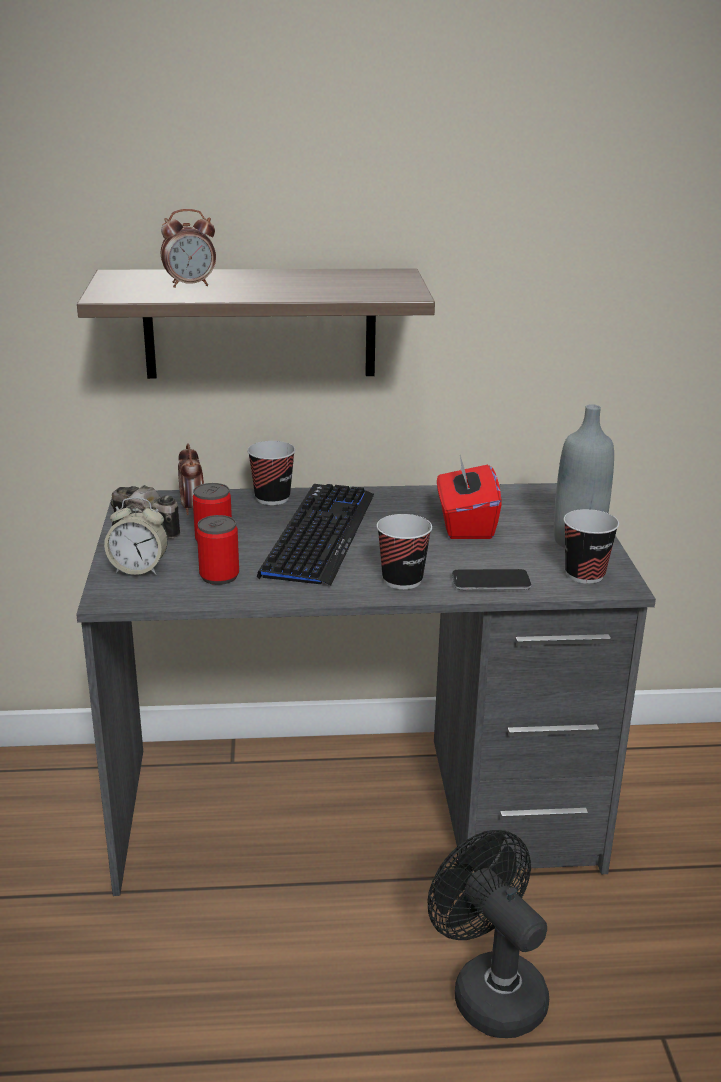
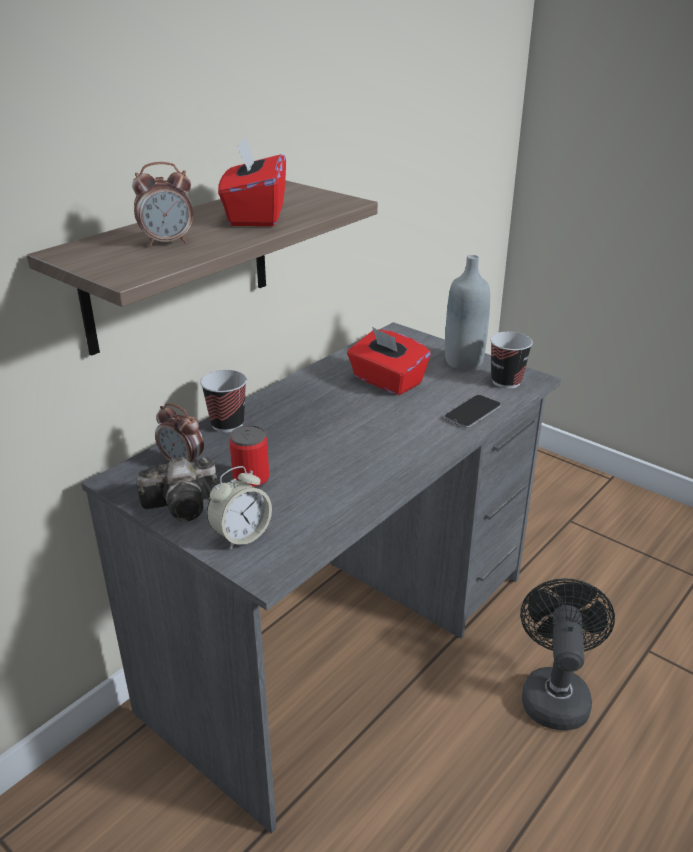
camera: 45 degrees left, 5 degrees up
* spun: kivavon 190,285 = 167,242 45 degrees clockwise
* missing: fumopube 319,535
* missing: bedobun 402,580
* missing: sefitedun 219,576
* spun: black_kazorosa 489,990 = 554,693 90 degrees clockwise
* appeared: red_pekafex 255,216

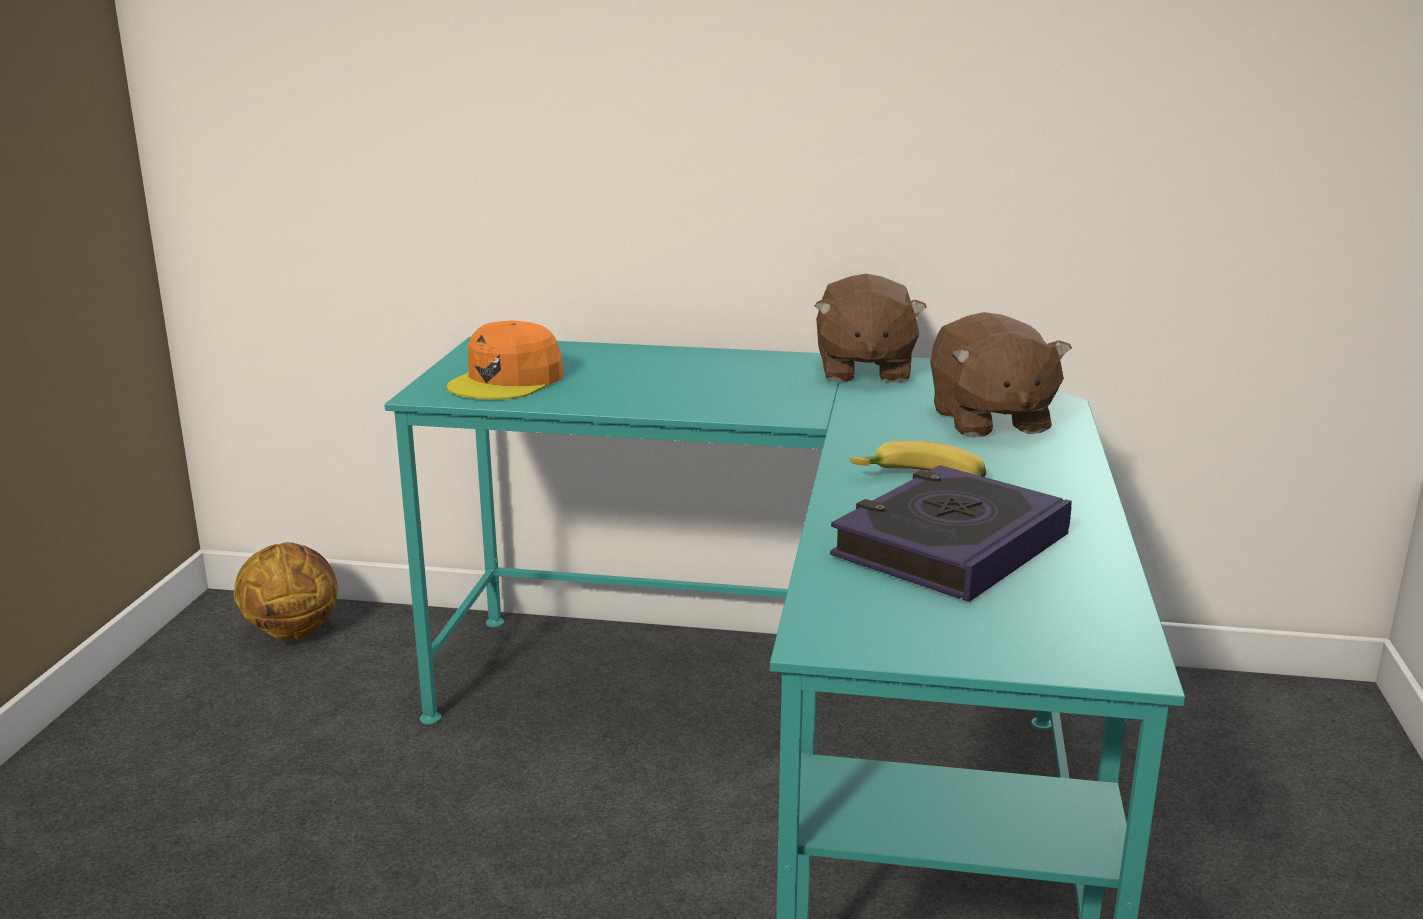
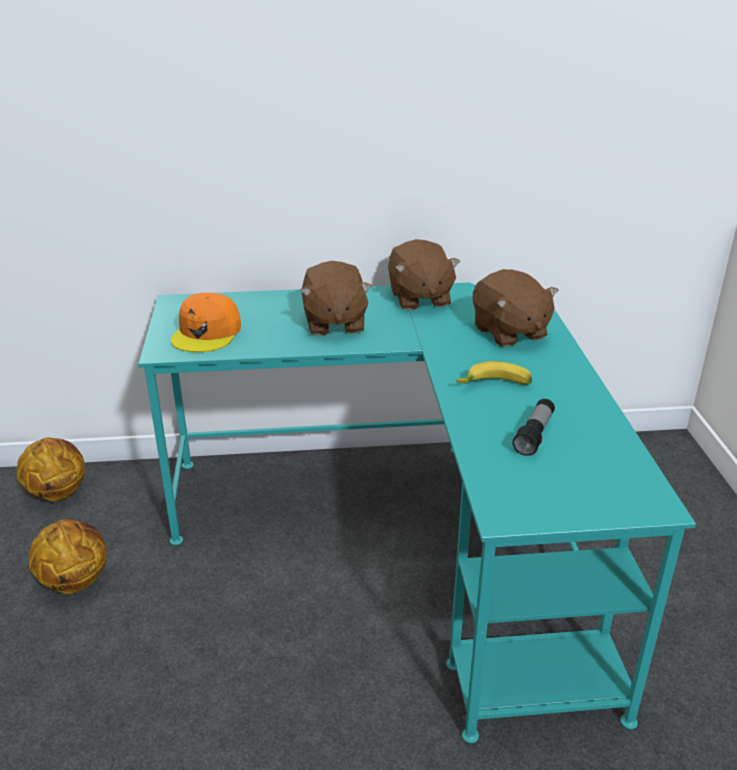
camera: 15 degrees left, 10 degrees up
* exchanged: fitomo 950,546 to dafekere 534,435
* appeared: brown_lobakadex 334,323
* appeared: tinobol 75,581

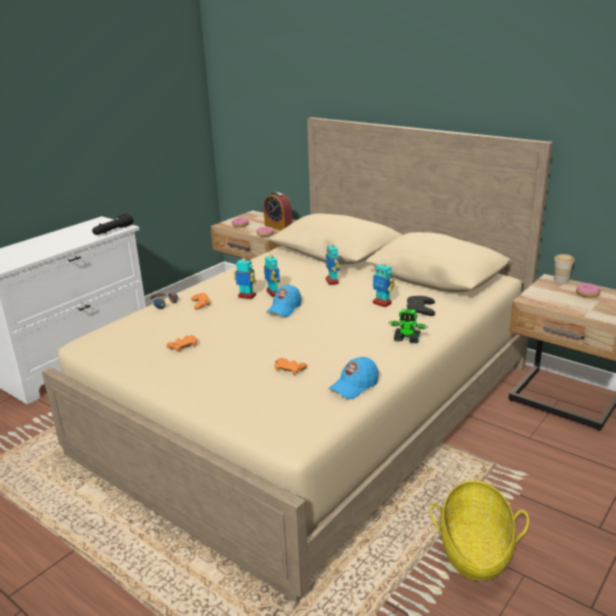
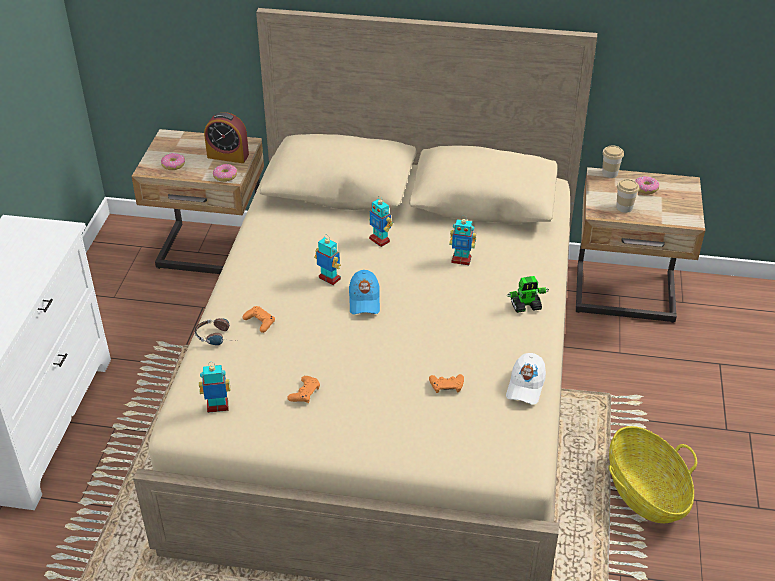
camera: 30 degrees left, 15 degrees up
* missing: black_dafekere 113,231
* relocated: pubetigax 246,296 to 217,407
* missing: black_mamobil 418,308
* colour: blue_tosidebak 354,386 to white_tosidebak 525,386
* appeared: bedobun 624,207

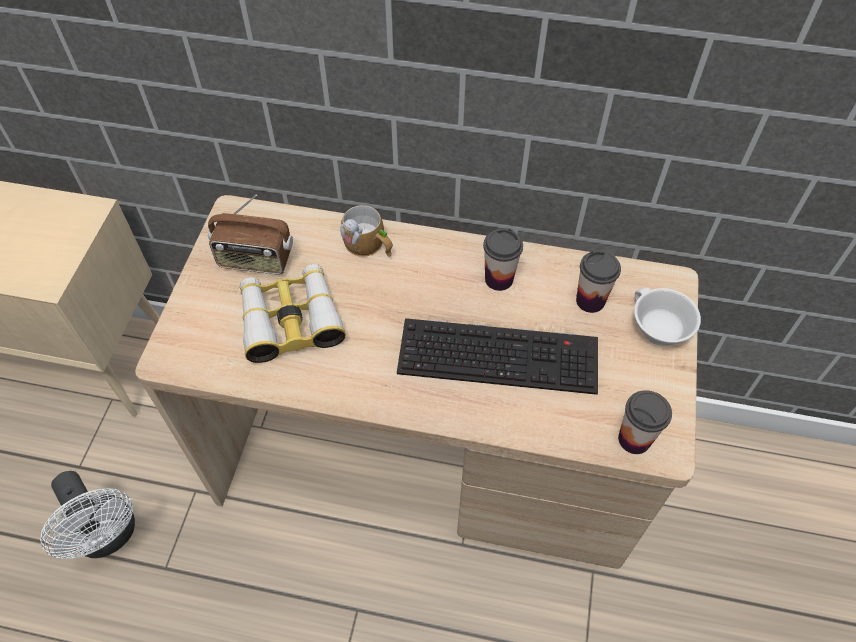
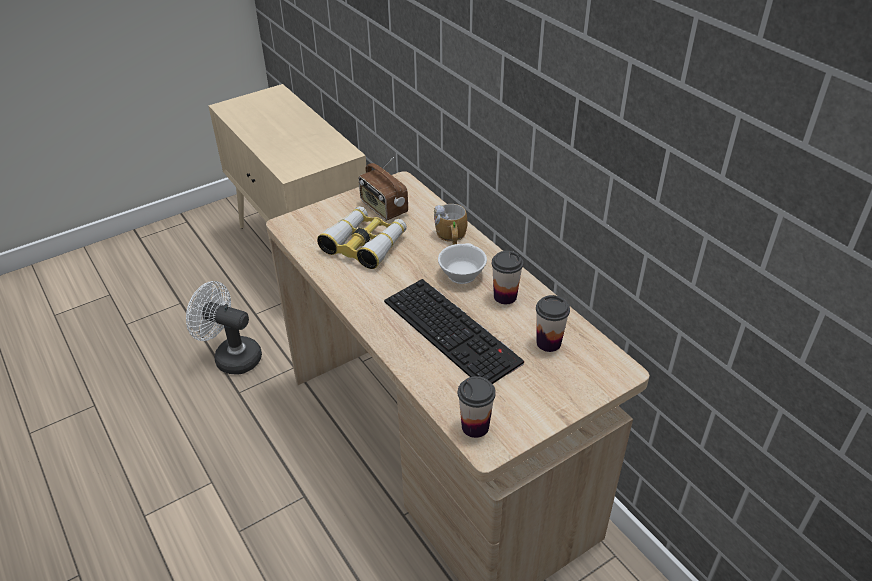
camera: 45 degrees right, 15 degrees down
* relocated: white_bedobun 657,329 to 460,273
* spun: white_kazorosa 109,536 = 231,357 105 degrees clockwise

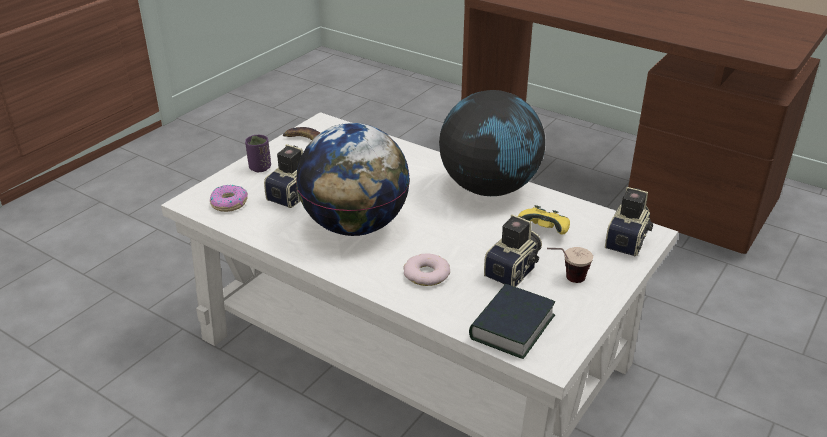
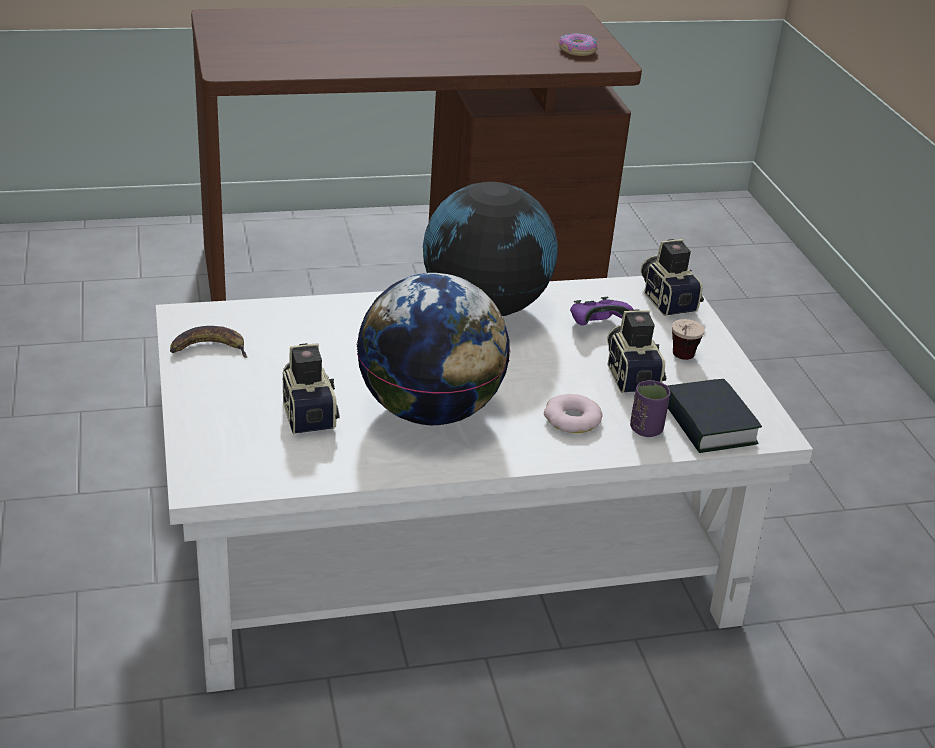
camera: 50 degrees left, 0 degrees up
* relocated: purple_bedobun 260,168 to 646,429
* relocated: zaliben 229,203 to 577,50
* colour: yellow_mamobil 545,231 to purple_mamobil 597,325

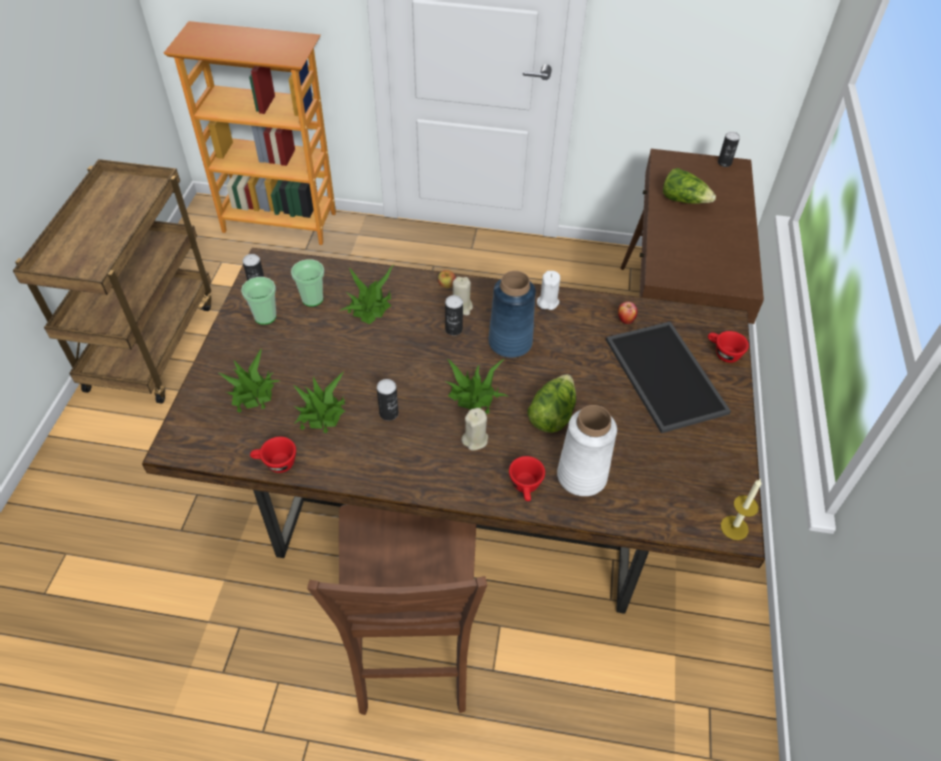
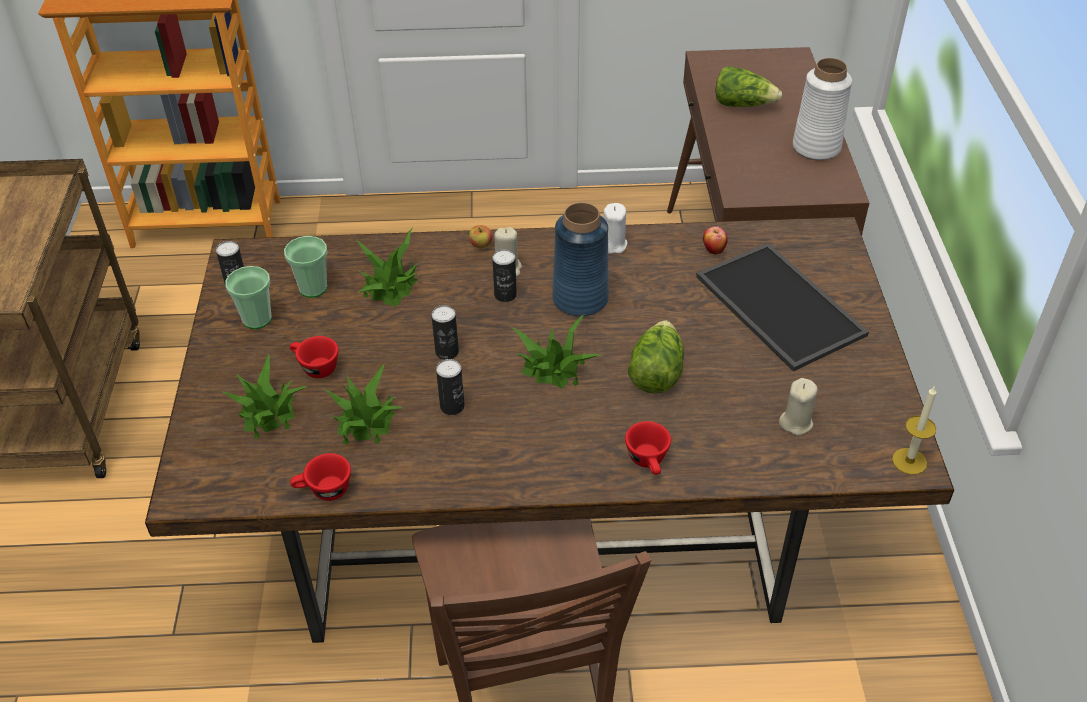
camera: 10 degrees left, 5 degrees down
* relocated: sefitedun 724,163 to 447,352
* relocated: red_bedobun 723,353 to 315,367
* relocated: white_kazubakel 581,476 to 816,147
* relocated: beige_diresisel 475,439 to 796,422

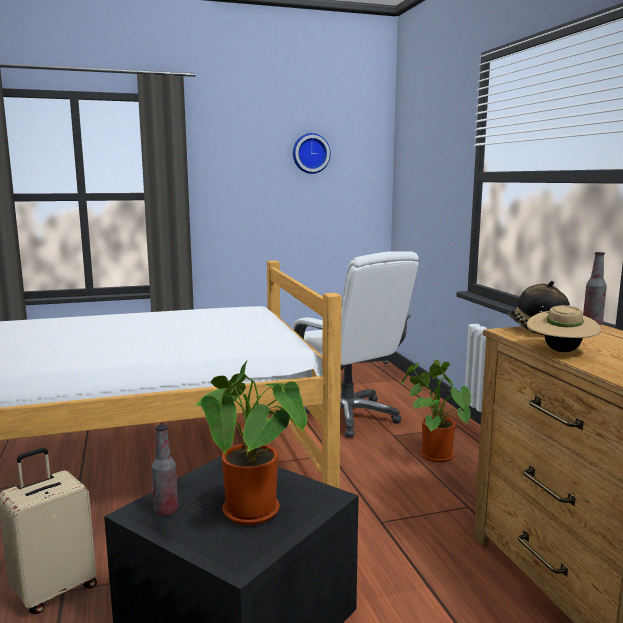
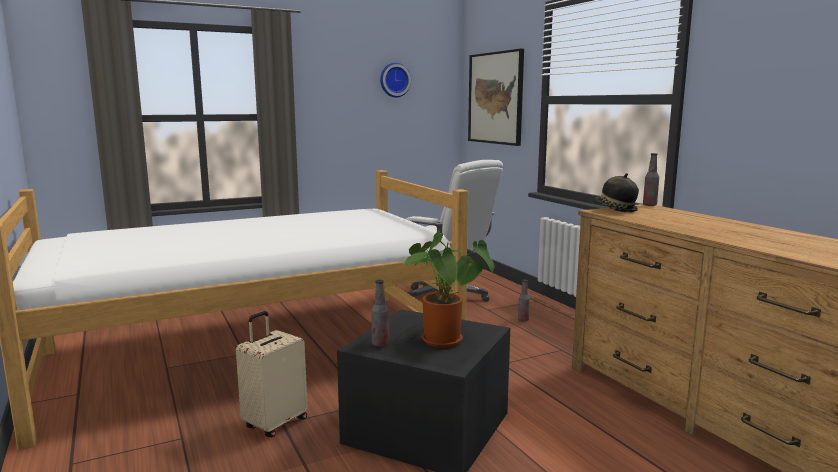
camera: 10 degrees left, 0 degrees up
* missing: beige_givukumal 560,351
* exchanged: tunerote 433,454 to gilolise 523,320
* appeared: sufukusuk 495,98

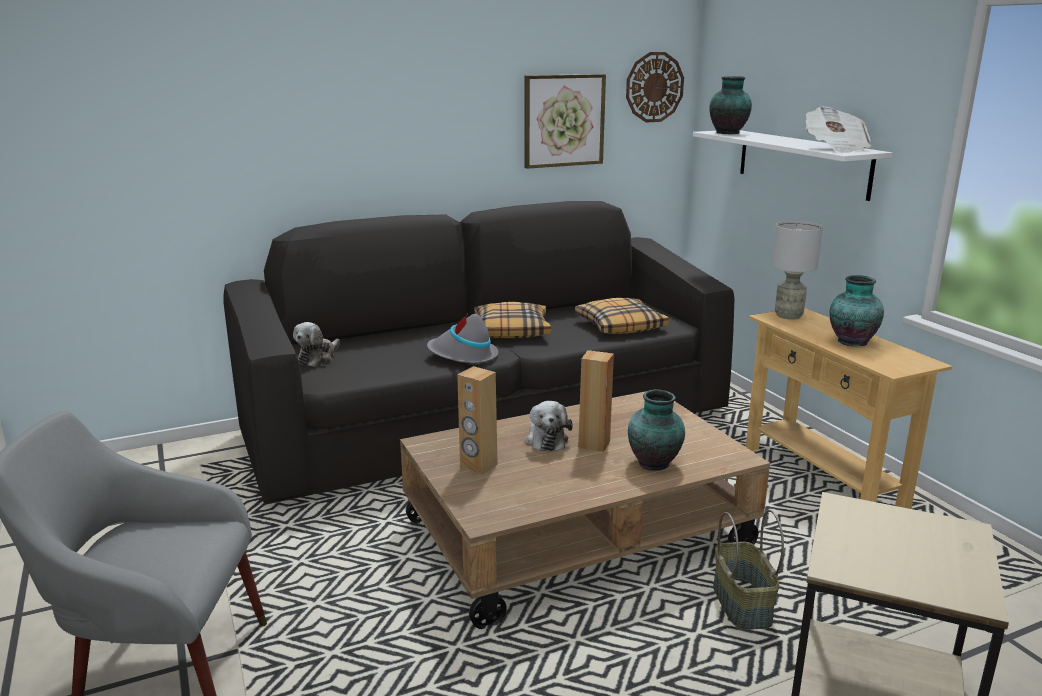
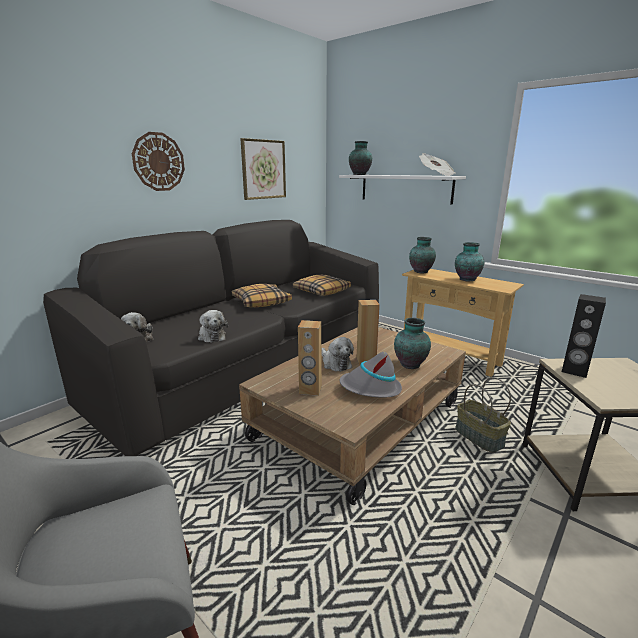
camera: 25 degrees left, 0 degrees up
* relocated: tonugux 654,87 to 158,162
* exchanged: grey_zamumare 789,316 to kazubakel 421,271
* relocated: grey_givukumal 463,355 to 370,388
* appeared: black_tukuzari 574,371
* appeared: lobakadex 211,336

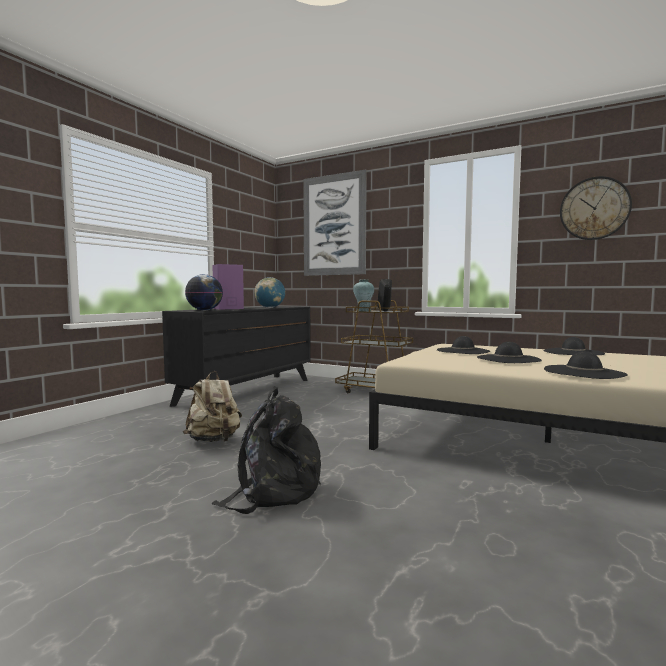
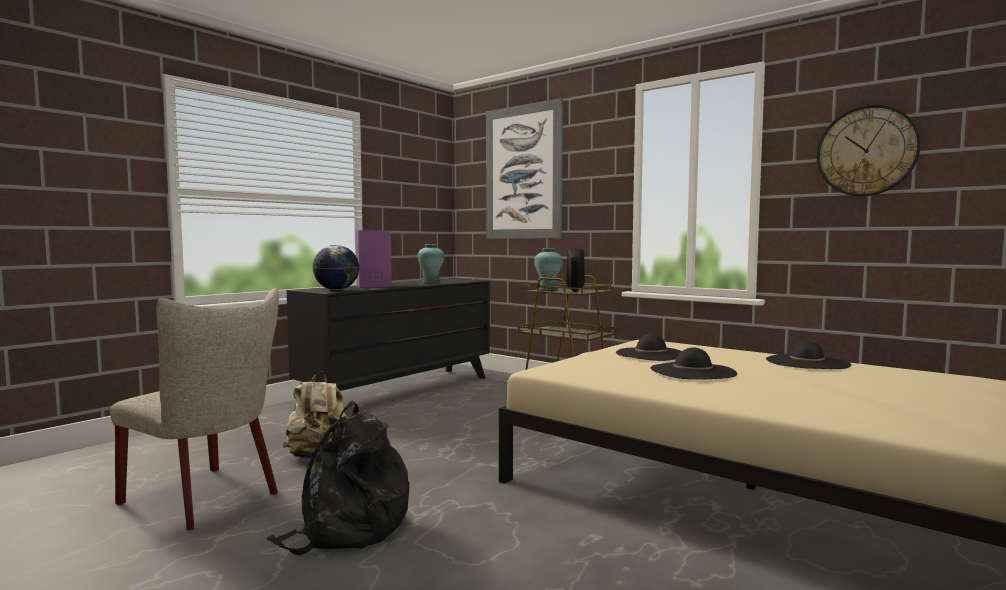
camera: 10 degrees right, 0 degrees up
* exchanged: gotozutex 270,307 to turquoise_kazubakel 431,283
* missing: black_givukumal 583,372
* appeared: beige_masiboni 207,499

